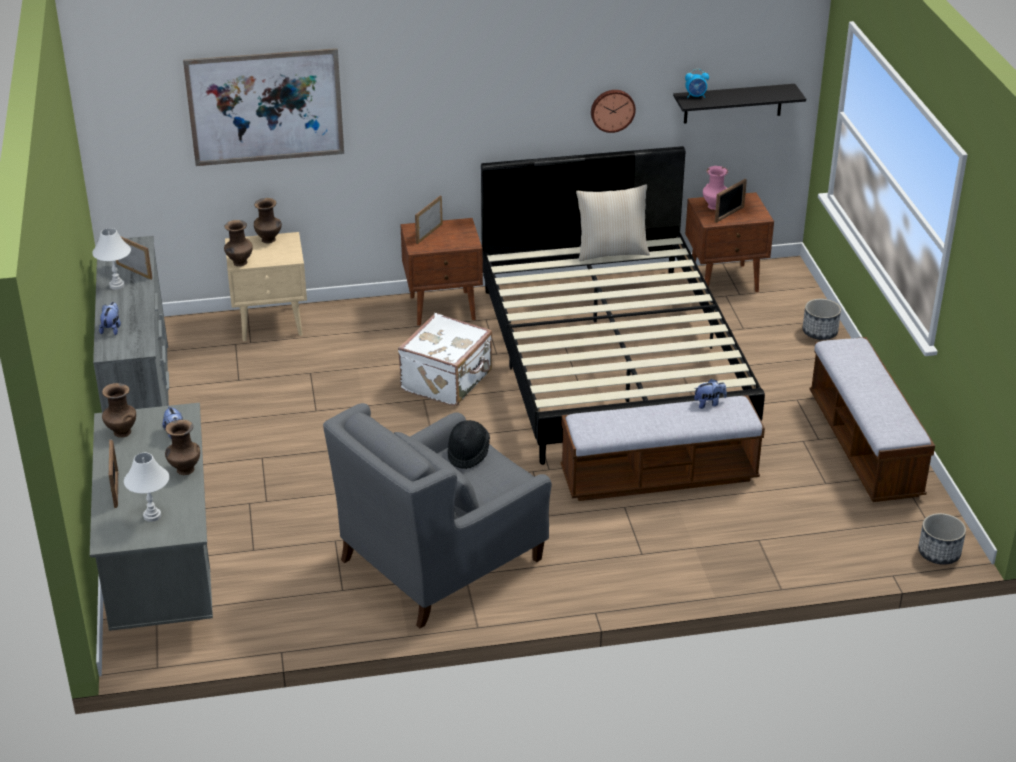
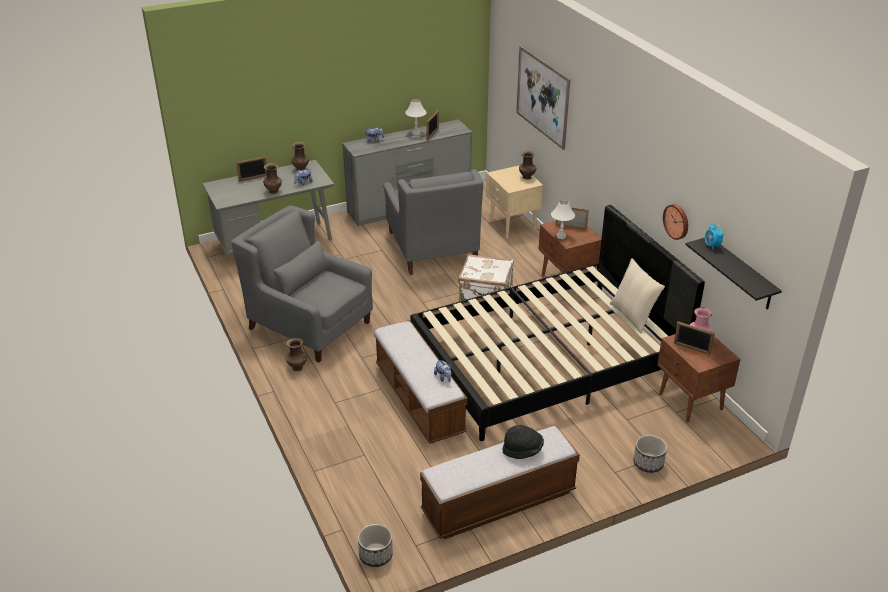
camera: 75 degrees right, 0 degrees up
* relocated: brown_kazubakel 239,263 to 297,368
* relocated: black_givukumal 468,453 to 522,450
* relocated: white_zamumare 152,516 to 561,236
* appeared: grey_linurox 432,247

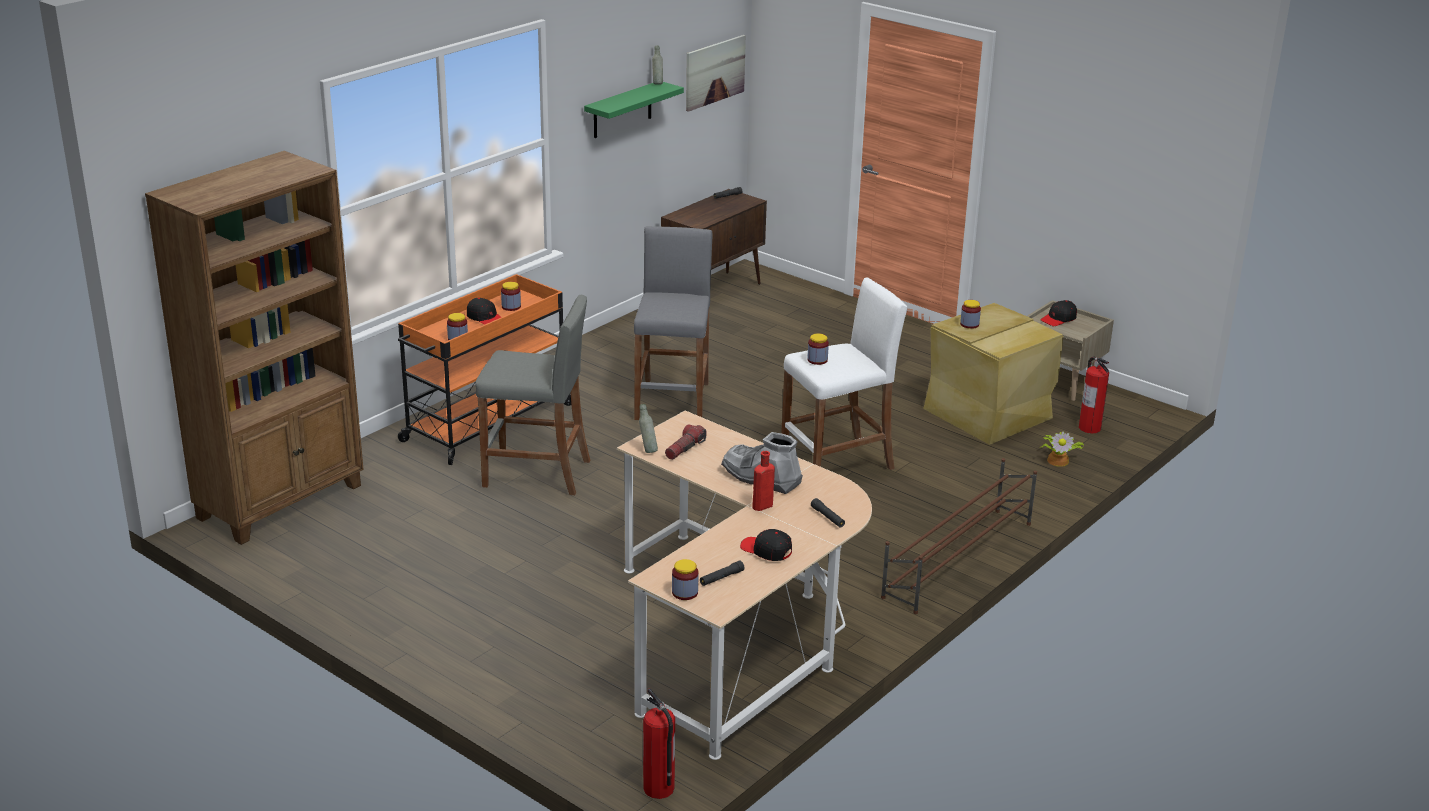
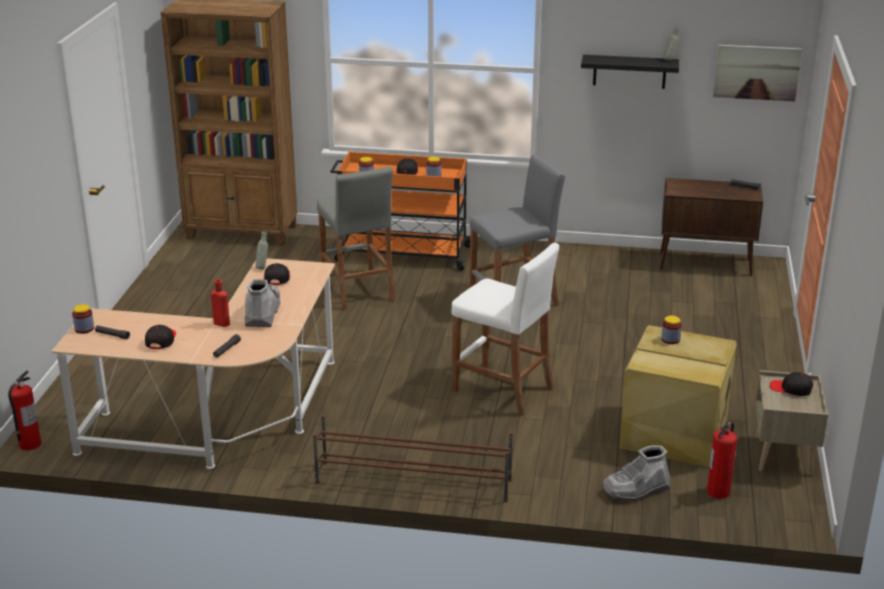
camera: 60 degrees right, 0 degrees up
* colour: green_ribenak 622,110 to black_ribenak 629,71
* missing: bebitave 817,360
* exchanged: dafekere 685,449 to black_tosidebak 277,278
* exchanged: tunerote 1058,460 to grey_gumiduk 635,489

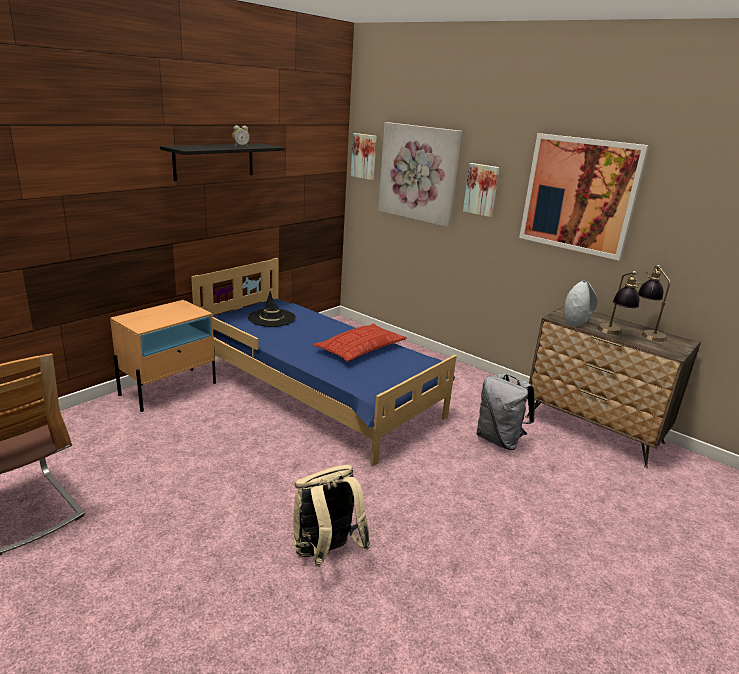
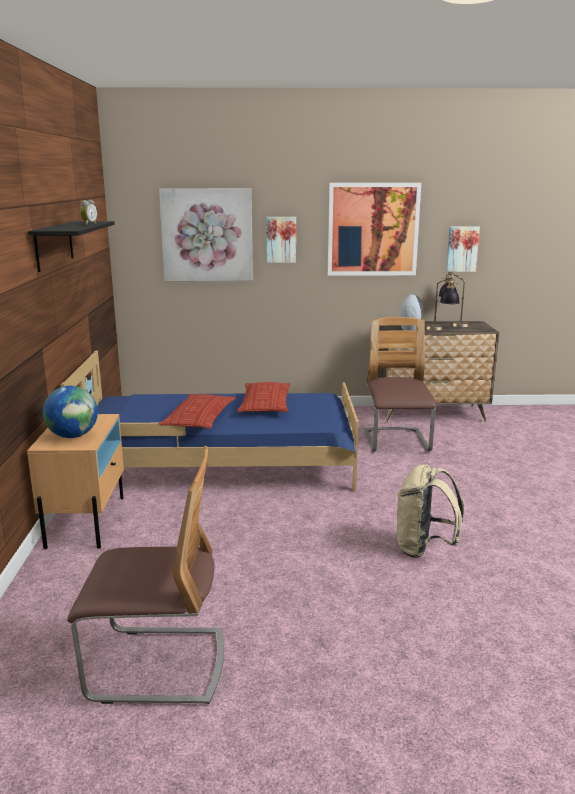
camera: 40 degrees left, 5 degrees down
* relocated: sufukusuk 364,156 to 462,249
* missing: black_givukumal 271,318
* exchanged: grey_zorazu 499,440 to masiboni 396,442
* appeared: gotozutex 73,436
* appeared: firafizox 199,418

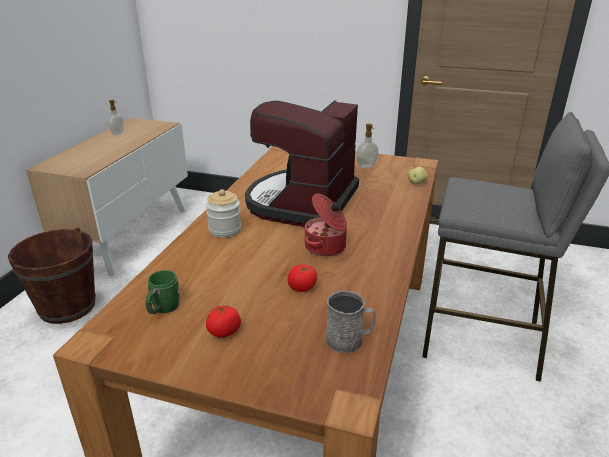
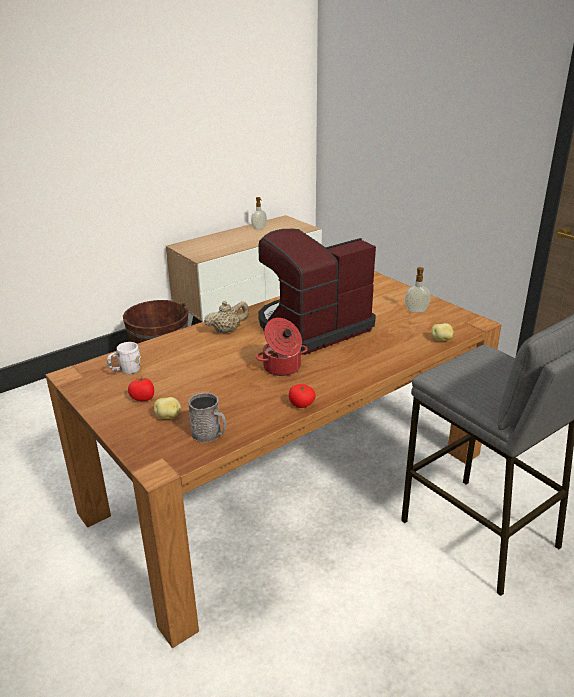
camera: 35 degrees right, 0 degrees up
* exchanged: bebitave 225,230 to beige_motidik 227,331
* relocated: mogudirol 302,288 to 301,405
* colour: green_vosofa 163,309 to white_vosofa 126,371
* appeared: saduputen 168,417

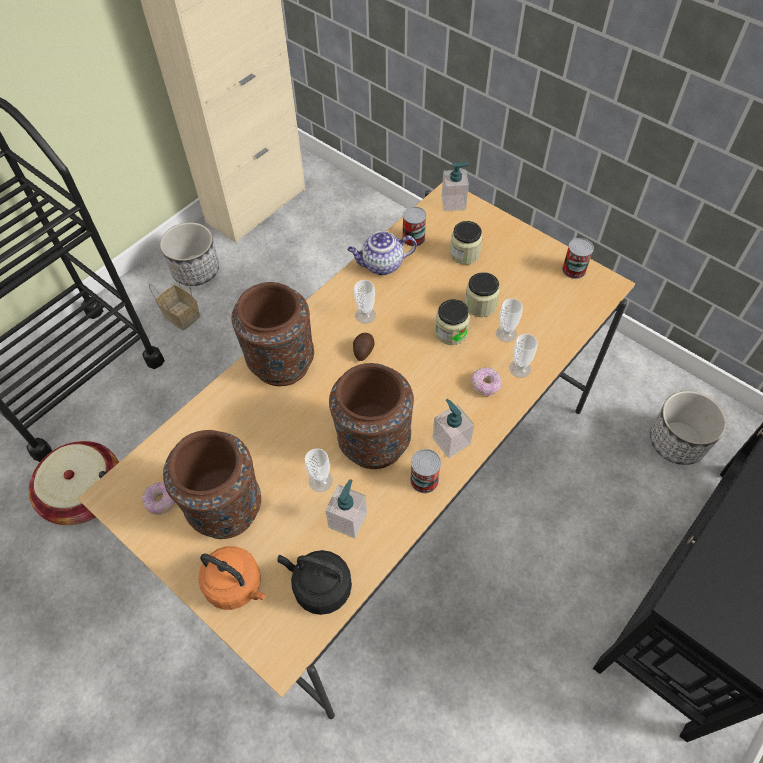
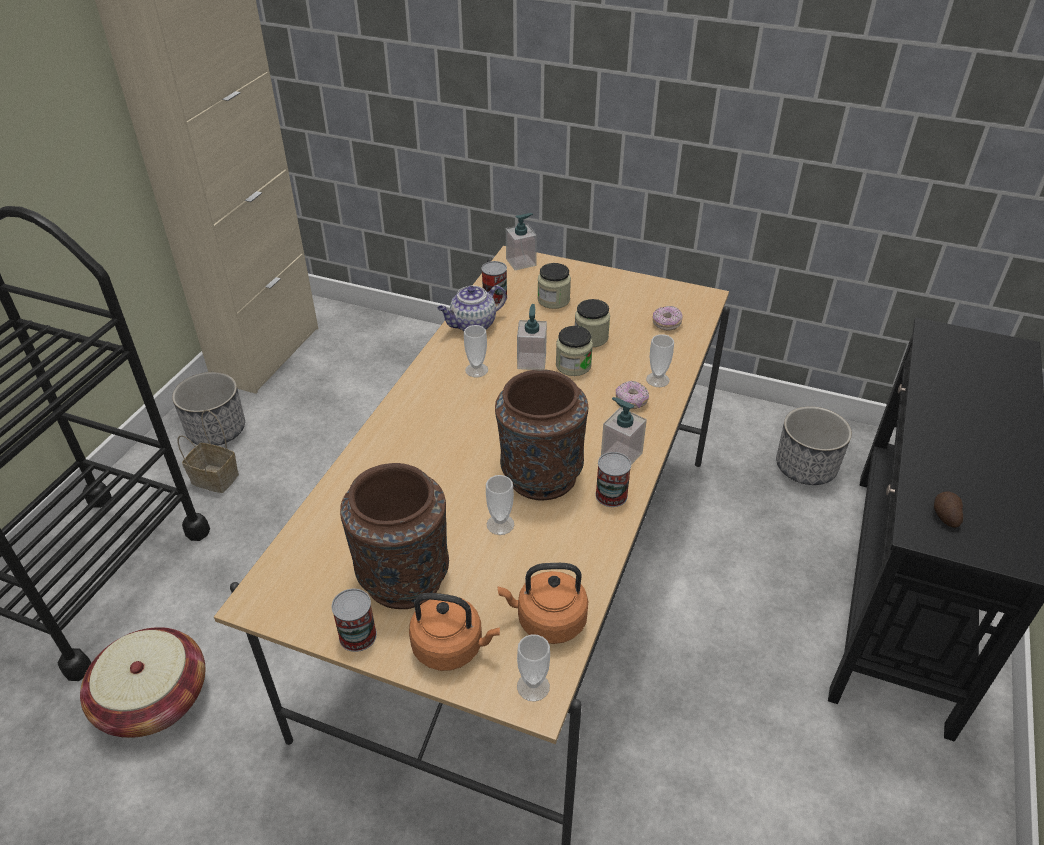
camera: 20 degrees left, 15 degrees down
* relocated: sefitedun 574,270 to 357,635
* missing: brown_kazubakel 280,362
* relocated: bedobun 506,333 to 533,686
* relocated: saduputen 363,350 to 944,516
* relocated: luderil 348,520 to 531,361
* relocated: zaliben 161,501 to 666,324
* colour: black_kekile 319,586 to orange_kekile 547,621

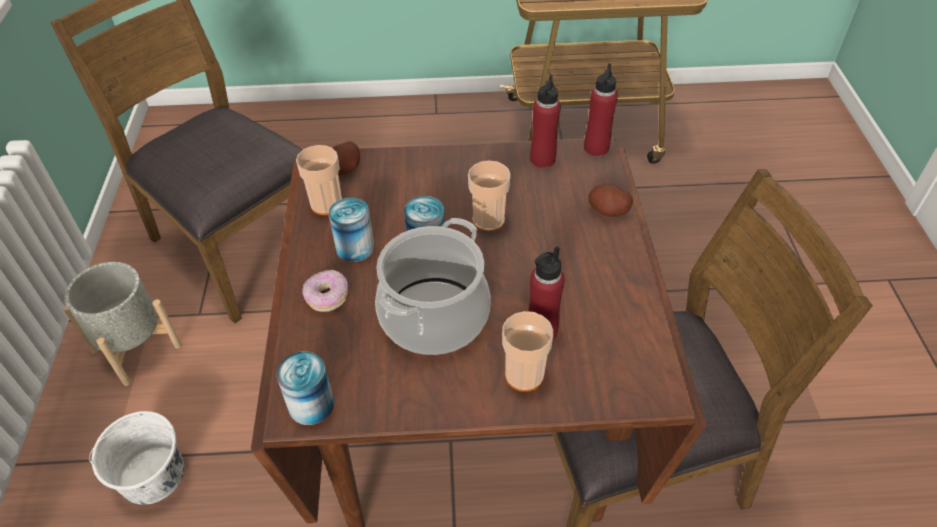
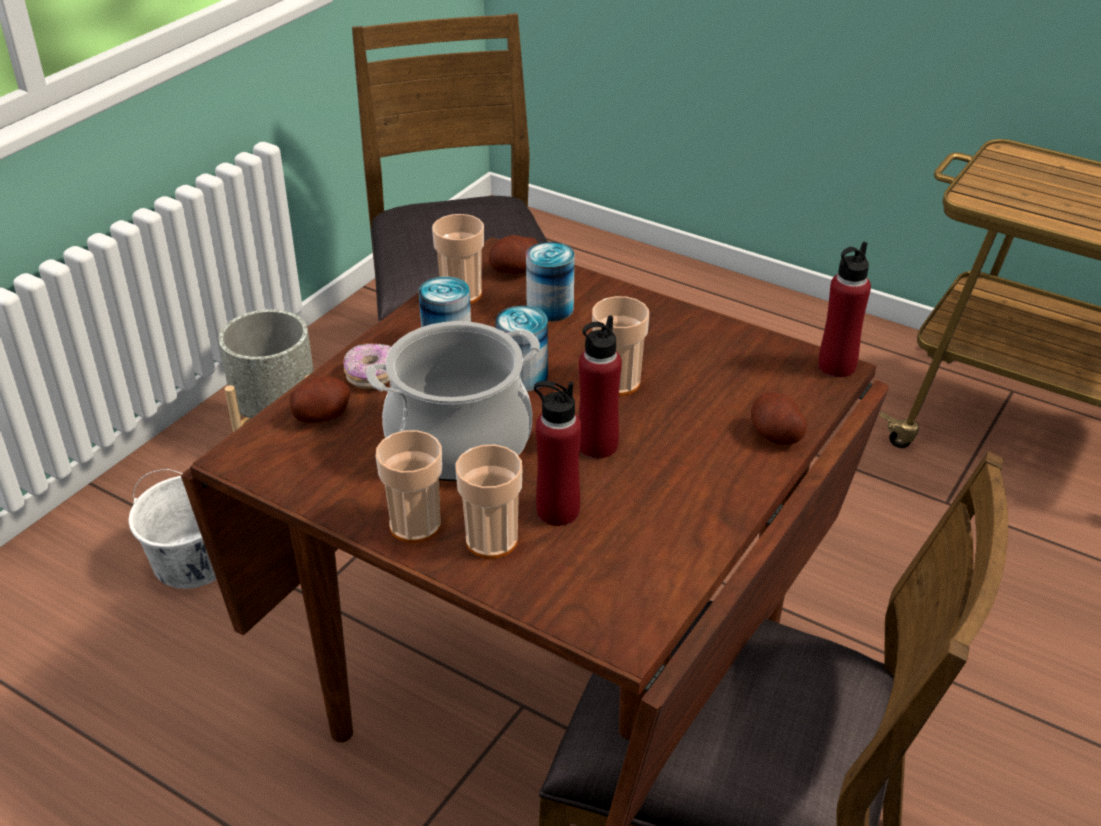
camera: 35 degrees right, 10 degrees down
* relocated: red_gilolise 542,159 to 597,445
* relocated: sefitedun 311,405 to 550,308
* appeared: saduputen 322,415
* appeared: bedobun 415,525

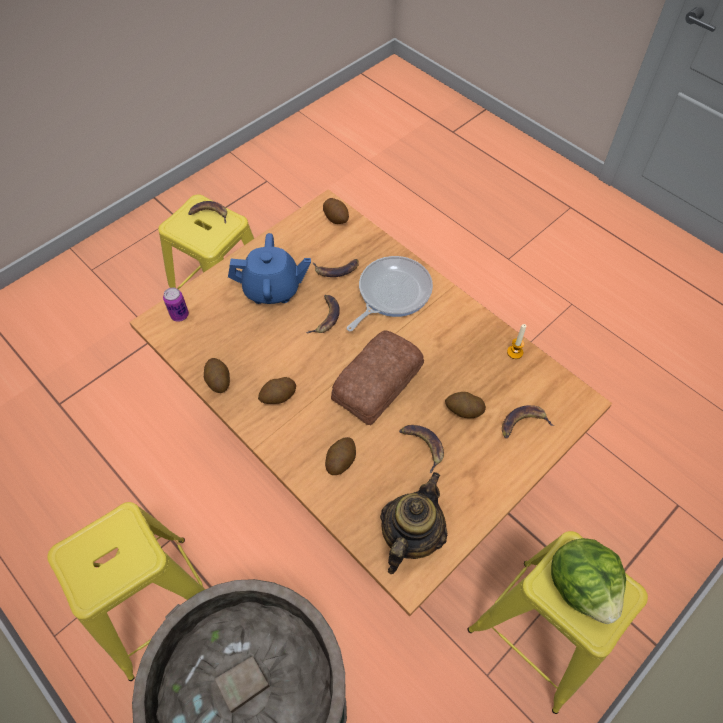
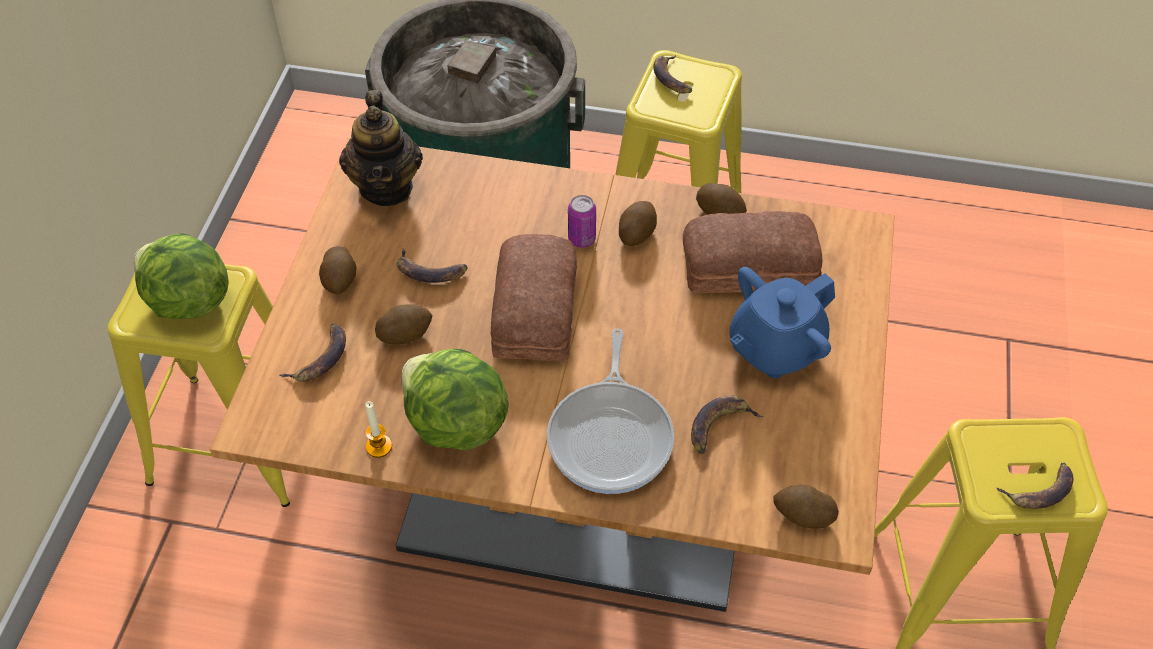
camera: 145 degrees right, 5 degrees down
* relocated: sefitedun 179,315 to 581,239
* relocated: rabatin 325,316 to 672,78
* relocated: saduputen 340,460 to 340,281
* appeared: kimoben 747,263
* appeared: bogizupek 455,424

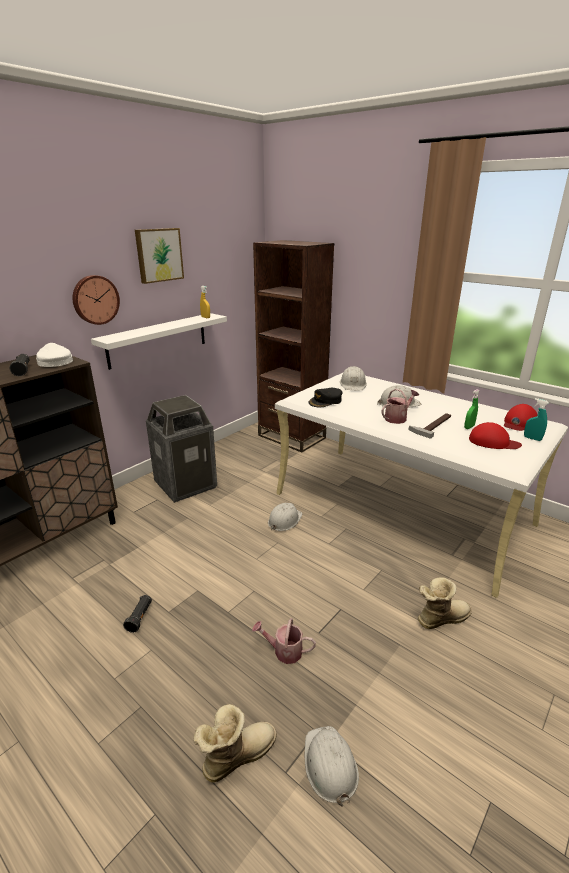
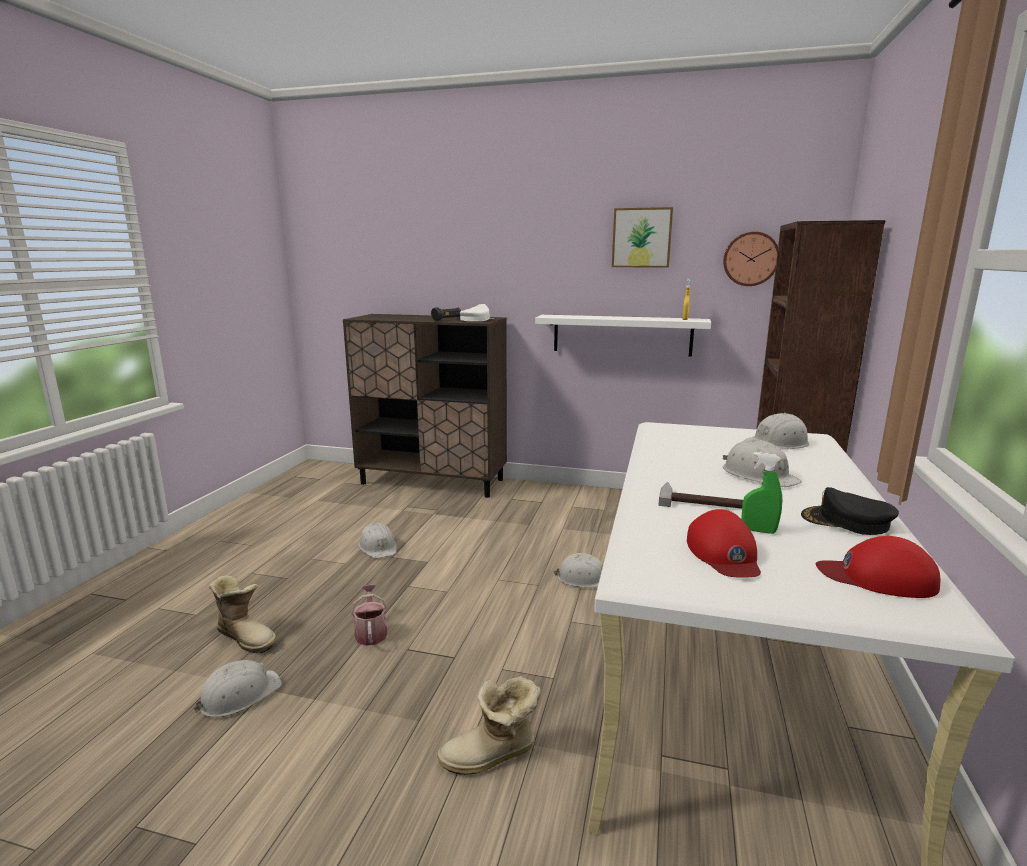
camera: 65 degrees right, 10 degrees down
* relocated: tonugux 95,299 to 750,259
* relocated: black_tosidebak 325,401 to 846,521
* missing: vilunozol 397,418
* missing: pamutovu 186,484
* missing: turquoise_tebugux 532,438
* spun: gumiduk 440,617 = 492,757 120 degrees clockwise
* exchanged: black_dafekere 140,617 to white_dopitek 378,547

